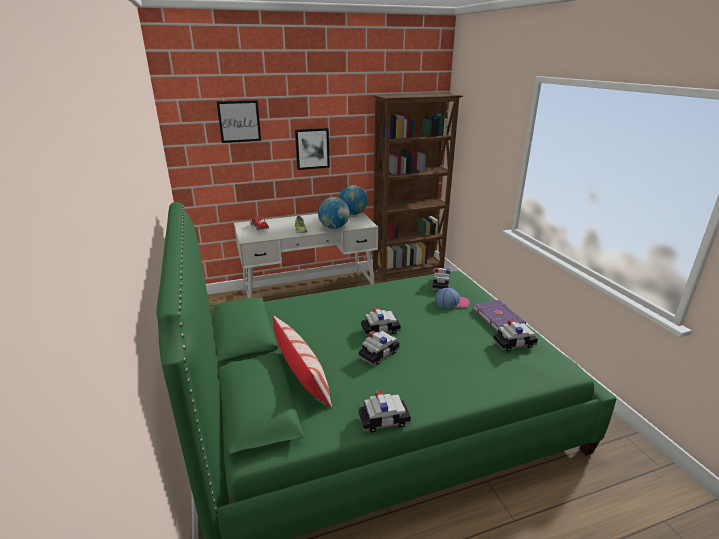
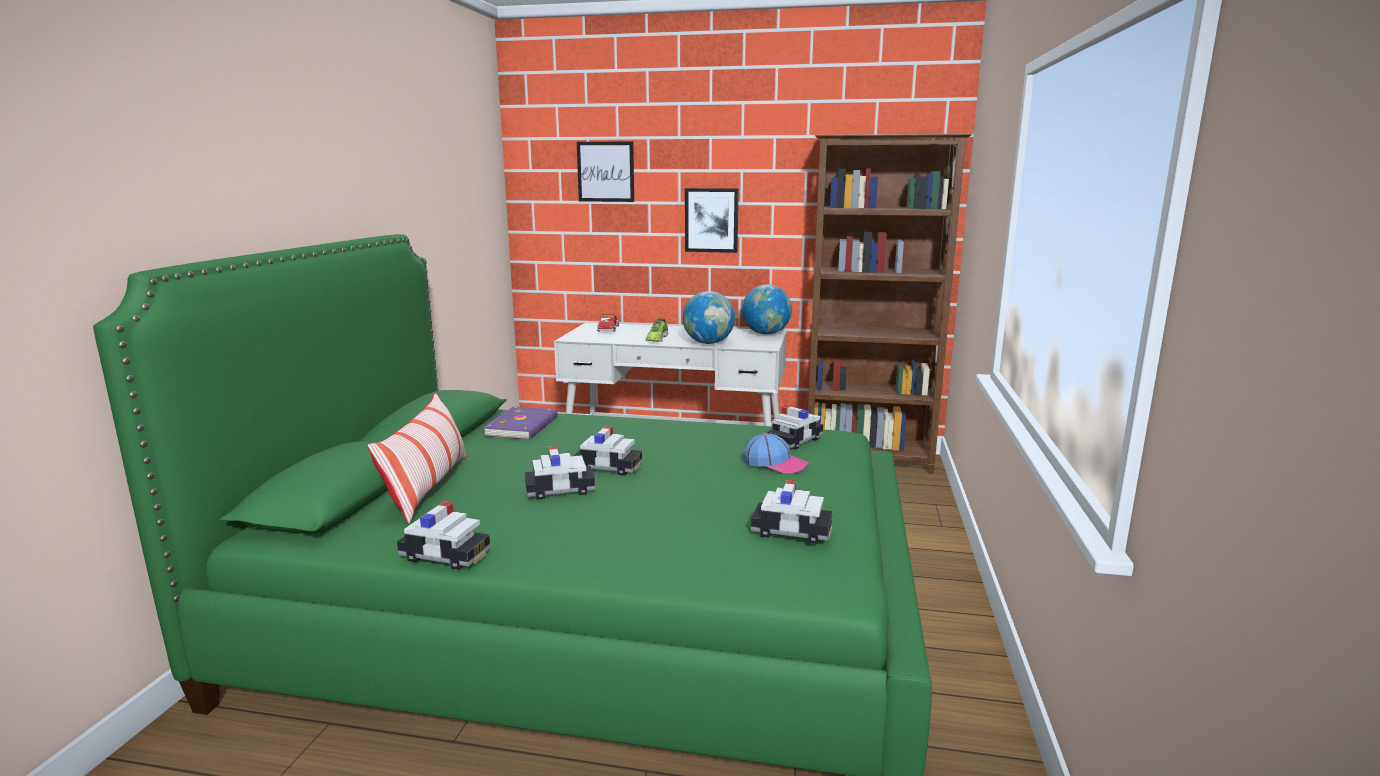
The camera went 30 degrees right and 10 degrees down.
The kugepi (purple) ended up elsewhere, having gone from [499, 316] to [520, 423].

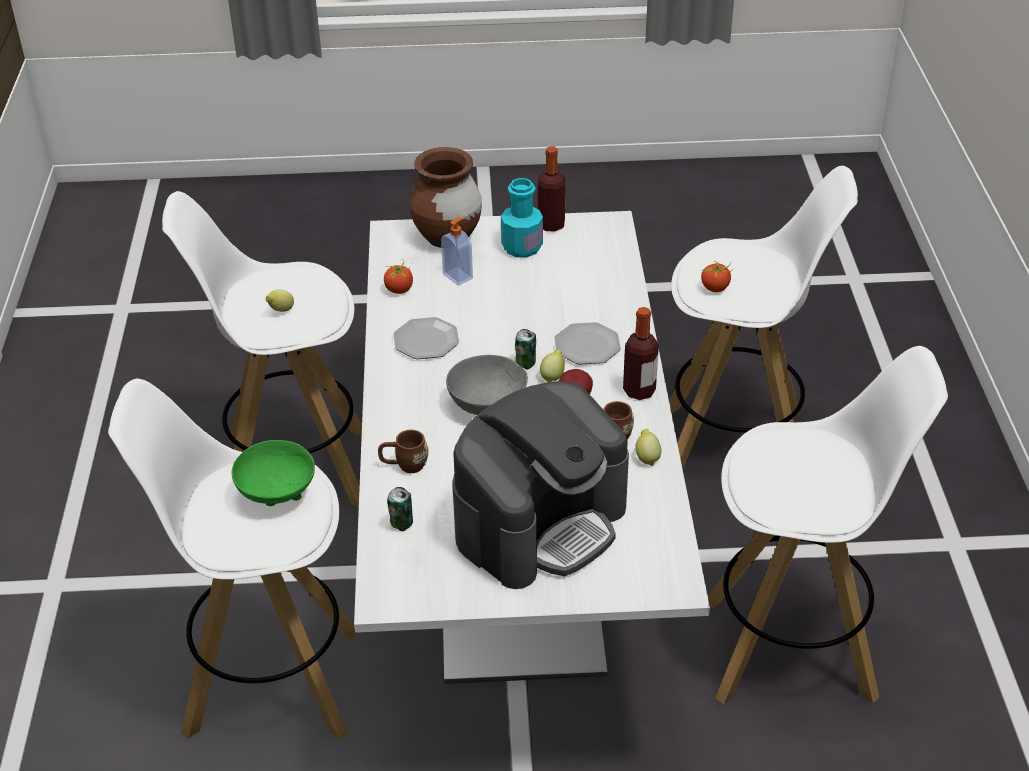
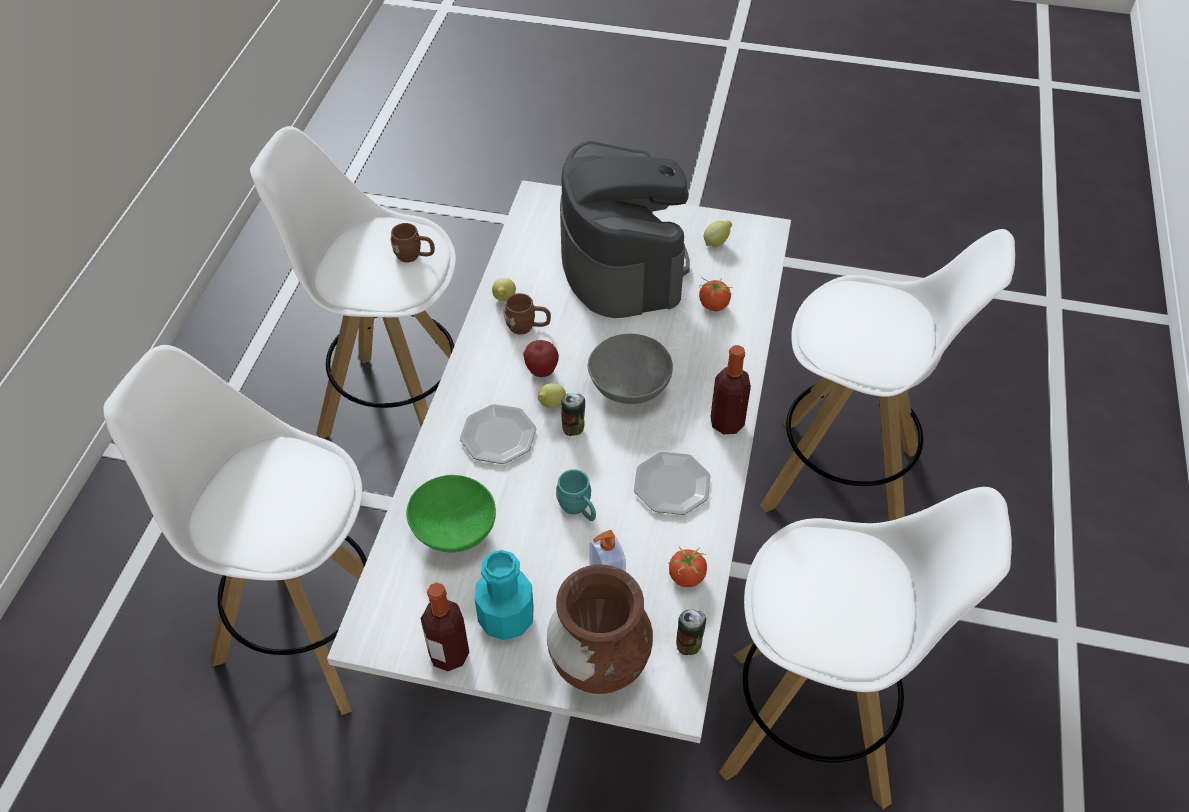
The camera went 165 degrees left and 10 degrees up.
The second view gained the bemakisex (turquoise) at [576, 495].
The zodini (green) ended up elsewhere, having gone from [273, 473] to [451, 513].
The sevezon ended up elsewhere, having gone from [279, 300] to [718, 234].
The bemakisex (brown) ended up elsewhere, having gone from [403, 451] to [413, 242].
The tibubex ended up elsewhere, having gone from [400, 509] to [691, 632].
The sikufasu ended up elsewhere, having gone from [641, 353] to [731, 389].
The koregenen ended up elsewhere, having gone from [717, 276] to [715, 294].
The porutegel at [540, 485] ended up facing another way, 105 degrees clockwise from before.

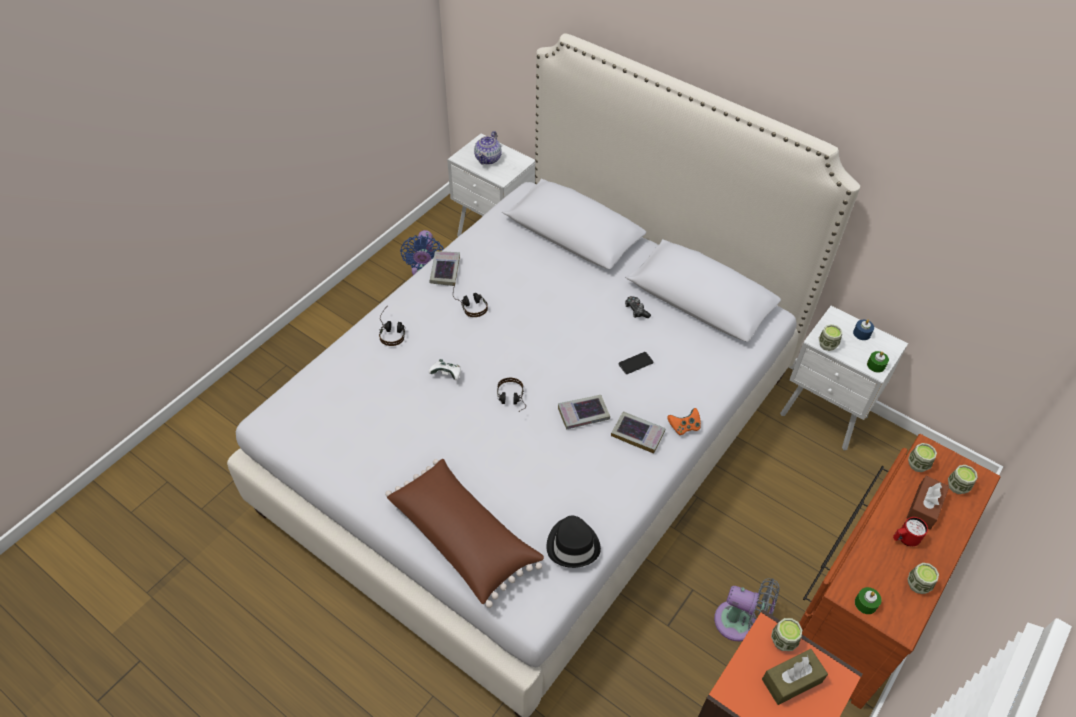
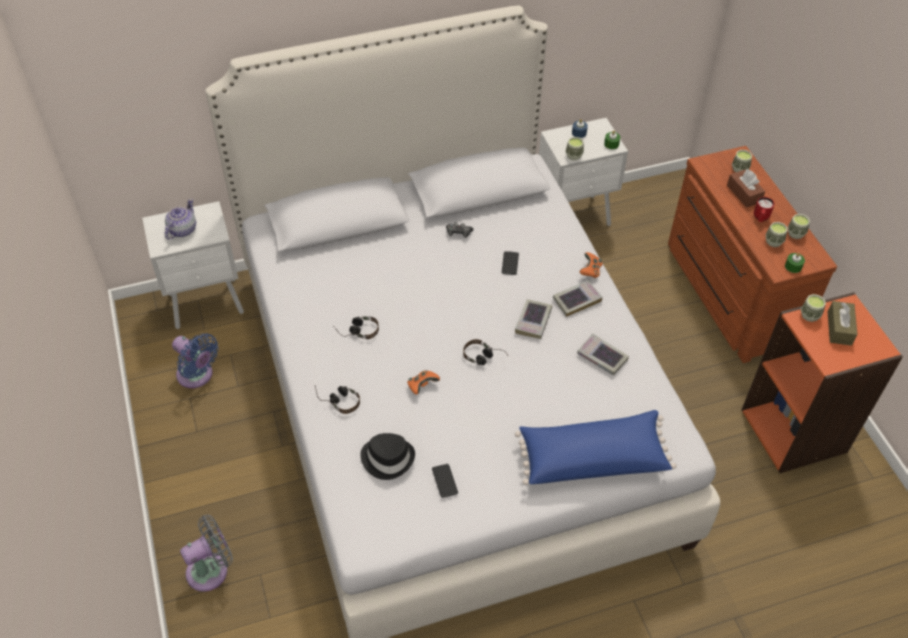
The camera went 55 degrees left and 0 degrees up.
The second view gained the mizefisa at [445, 481].
The kugepi ended up elsewhere, having gone from [445, 268] to [603, 354].
The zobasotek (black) ended up elsewhere, having gone from [574, 541] to [387, 456].
The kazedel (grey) ended up elsewhere, having gone from [747, 609] to [206, 553].
The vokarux ended up elsewhere, having gone from [922, 457] to [776, 234].
What was the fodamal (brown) at [464, 533] turned into the fodamal (blue) at [595, 447].
What was the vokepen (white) at [445, 369] turned into the vokepen (orange) at [423, 382].
The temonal at [488, 148] ended up facing another way, 120 degrees counterclockwise from before.

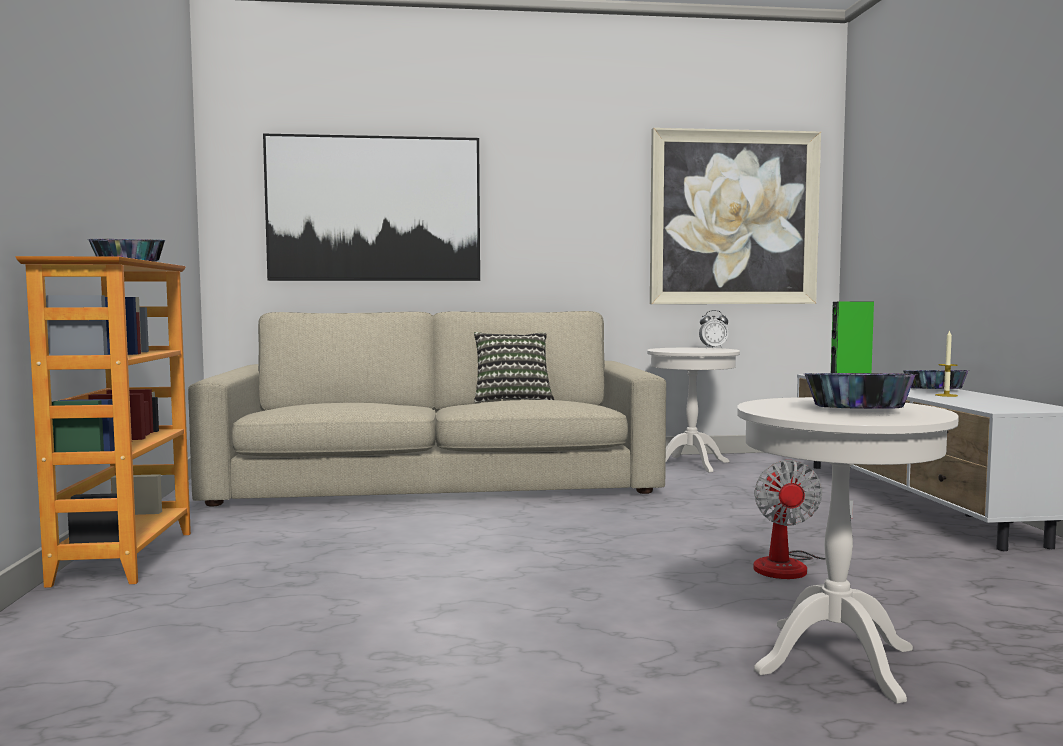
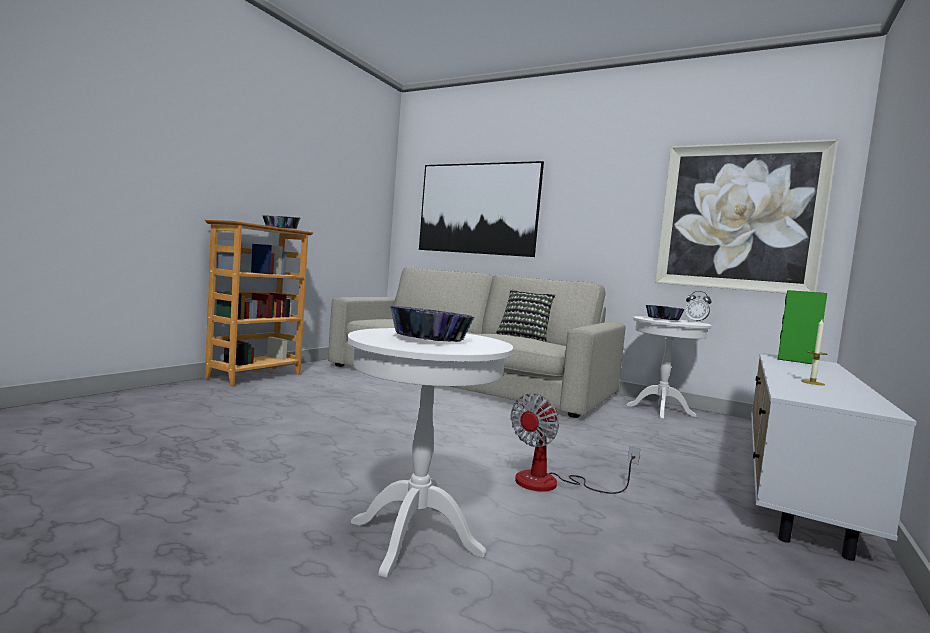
The camera went 35 degrees right and 0 degrees up.
The zodini ended up elsewhere, having gone from [936, 379] to [665, 312].

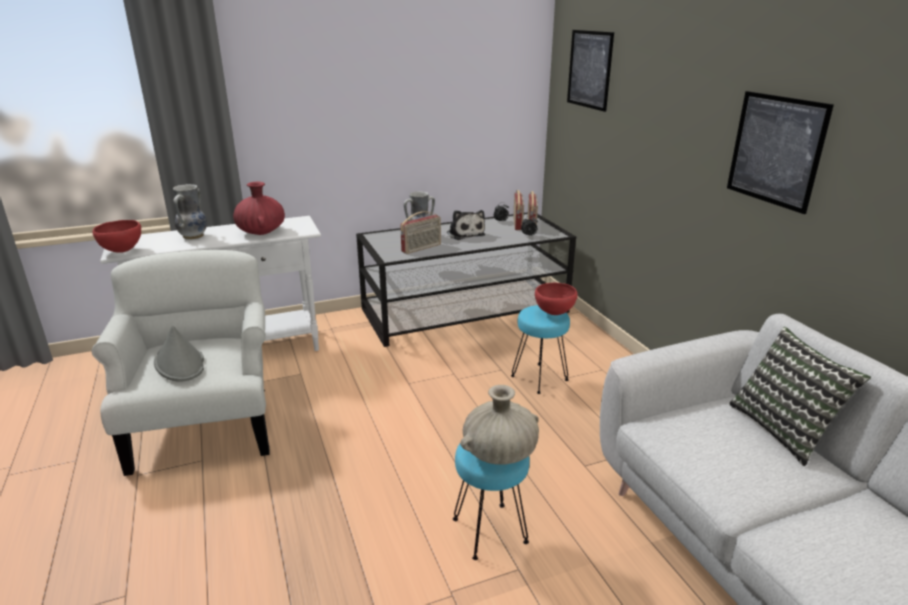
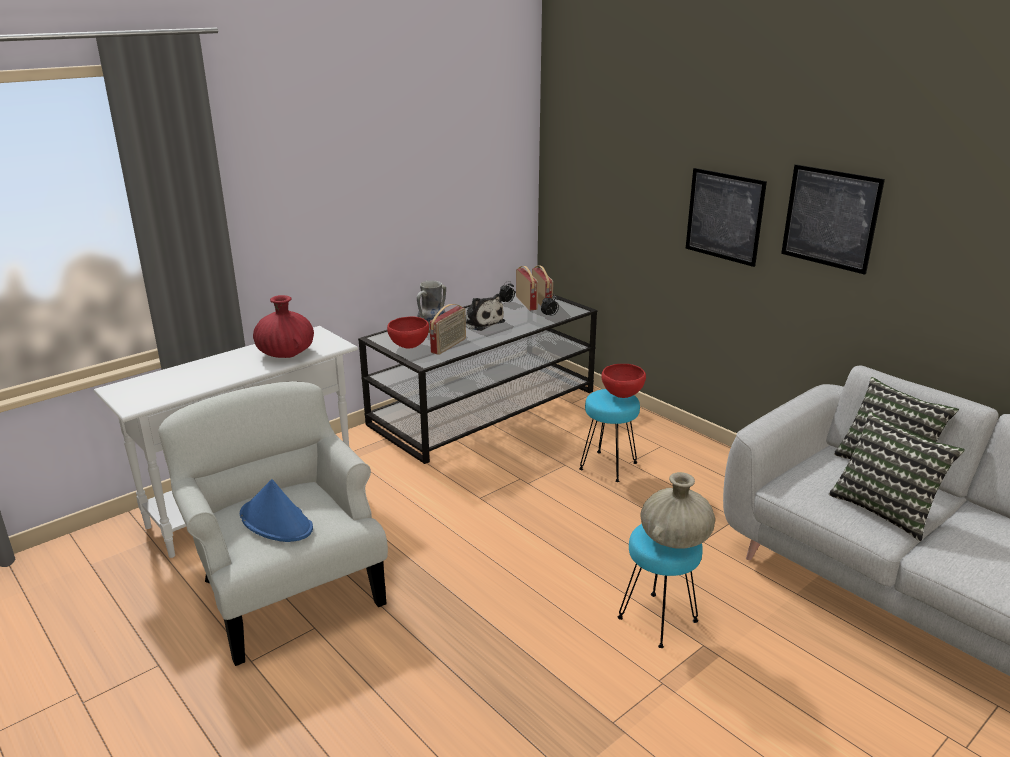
The camera went 20 degrees left and 0 degrees up.
The second view lost the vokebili at [190, 211].
The second view gained the fodamal at [897, 476].
The zodini (red) ended up elsewhere, having gone from [116, 236] to [408, 332].
The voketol ended up elsewhere, having gone from [590, 71] to [726, 217].
What was the zobasotek (grey) at [179, 354] turned into the zobasotek (blue) at [276, 510].

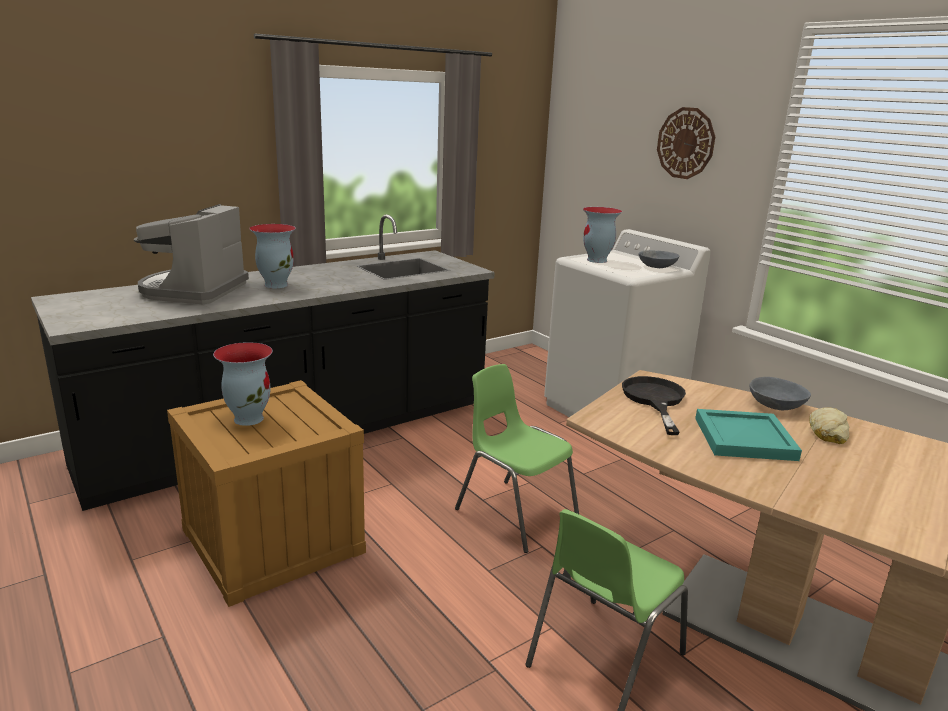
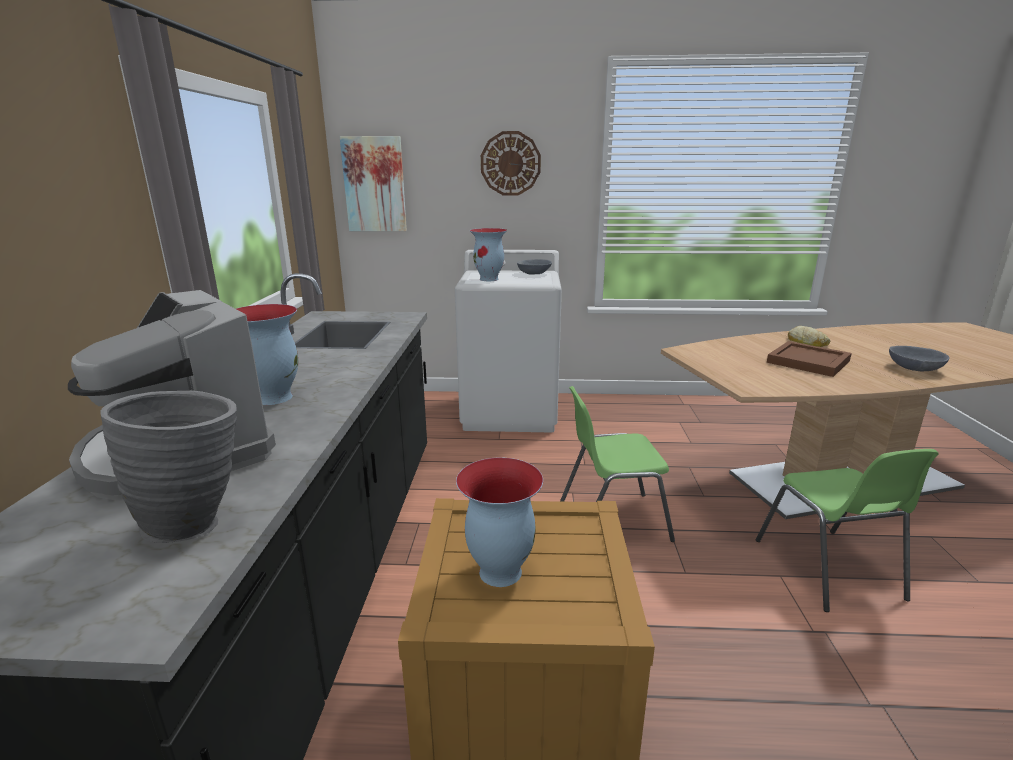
The camera went 50 degrees left and 0 degrees up.
The second view lost the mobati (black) at [654, 405].
The second view gained the vokebili (grey) at [169, 467].
The second view gained the voketol at [373, 183].
The zodini (grey) ended up elsewhere, having gone from [780, 393] to [919, 358].
What was the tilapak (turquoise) at [748, 435] turned into the tilapak (brown) at [809, 359].

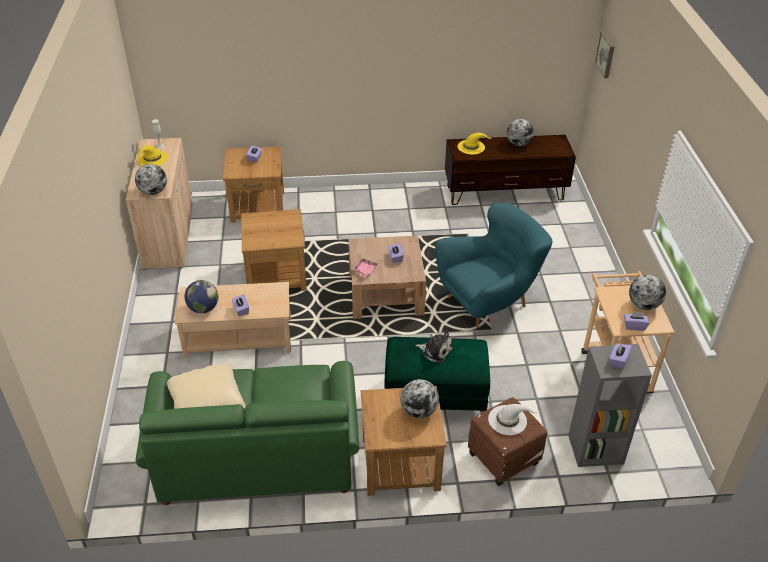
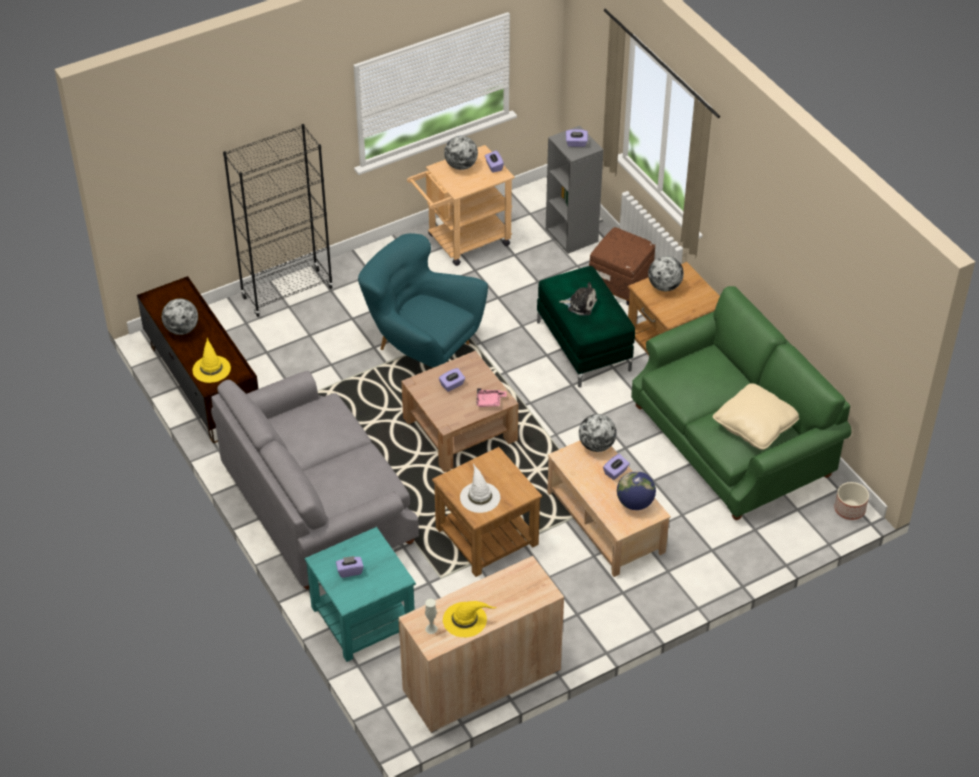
The camera went 115 degrees left and 5 degrees up.
The second view lost the voketol at [604, 54].
The second view gained the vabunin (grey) at [315, 480].
The second view gained the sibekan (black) at [278, 220].
The second view gained the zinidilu at [851, 501].
The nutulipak ended up elsewhere, having gone from [151, 179] to [598, 433].
The zobasotek (white) ended up elsewhere, having gone from [512, 419] to [480, 488].
What was the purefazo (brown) at [253, 184] turned into the purefazo (turquoise) at [360, 594].
The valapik at [434, 346] ended up facing another way, 105 degrees clockwise from before.

